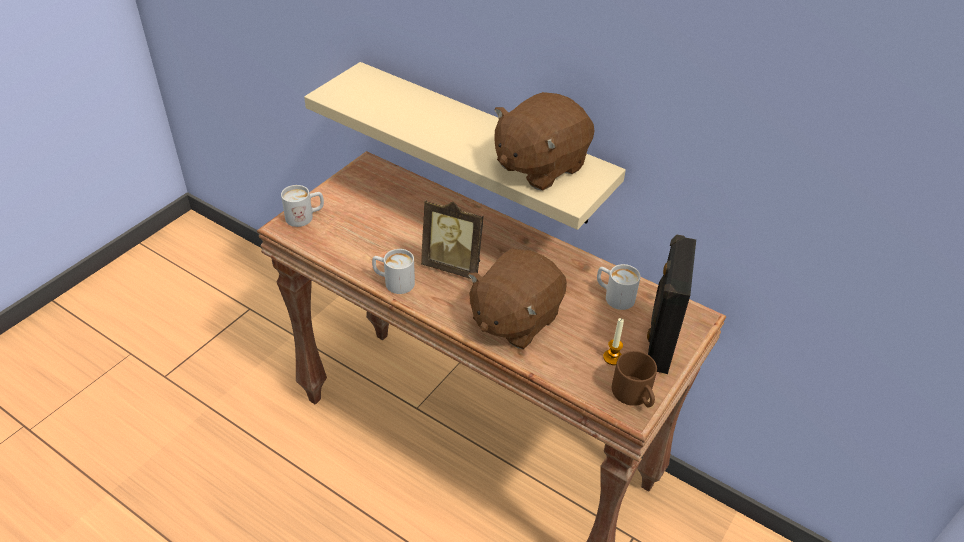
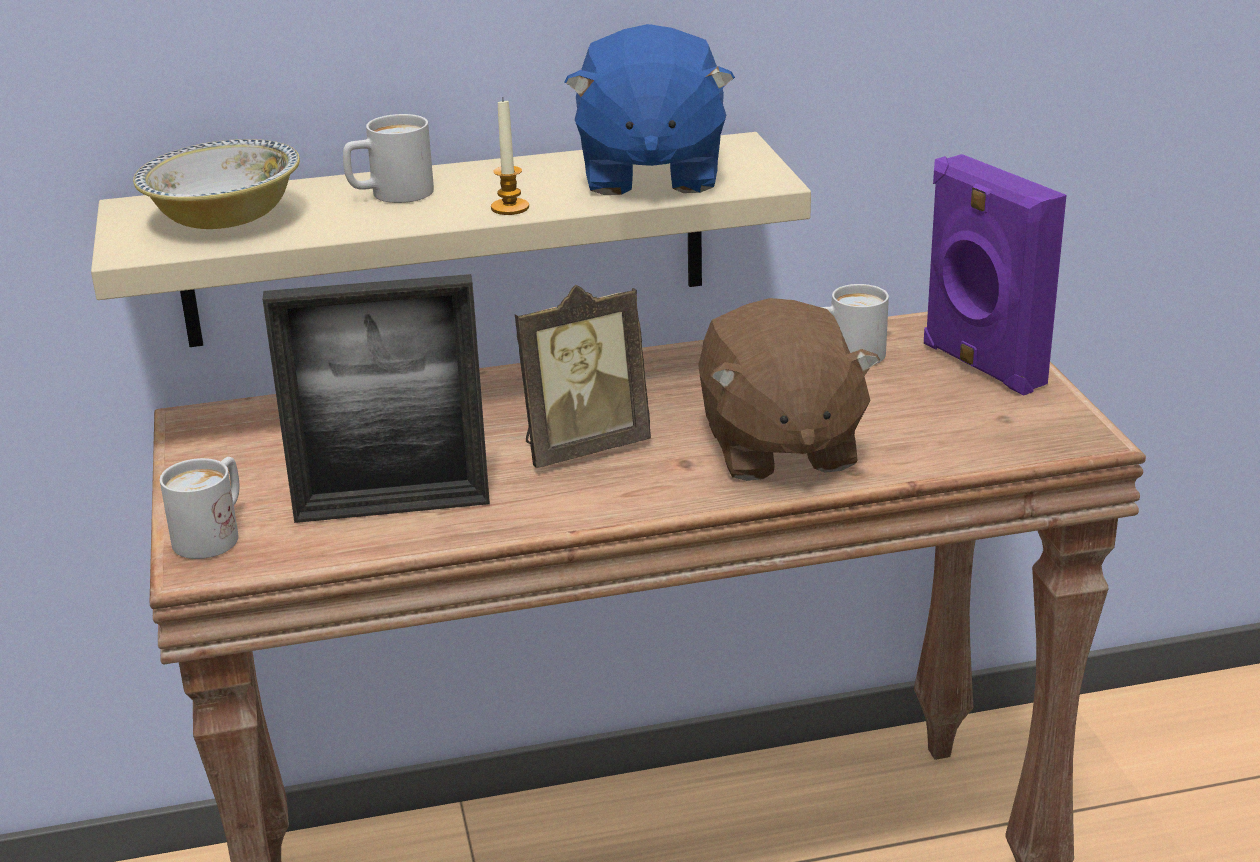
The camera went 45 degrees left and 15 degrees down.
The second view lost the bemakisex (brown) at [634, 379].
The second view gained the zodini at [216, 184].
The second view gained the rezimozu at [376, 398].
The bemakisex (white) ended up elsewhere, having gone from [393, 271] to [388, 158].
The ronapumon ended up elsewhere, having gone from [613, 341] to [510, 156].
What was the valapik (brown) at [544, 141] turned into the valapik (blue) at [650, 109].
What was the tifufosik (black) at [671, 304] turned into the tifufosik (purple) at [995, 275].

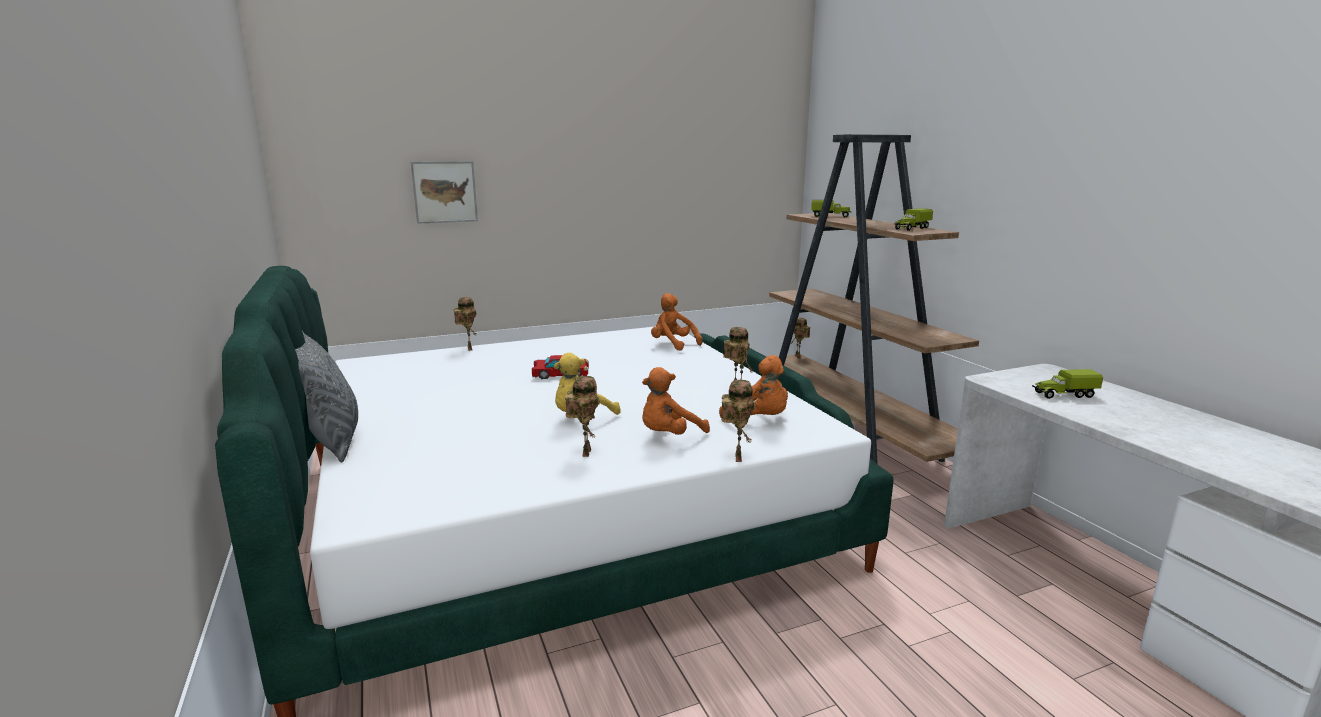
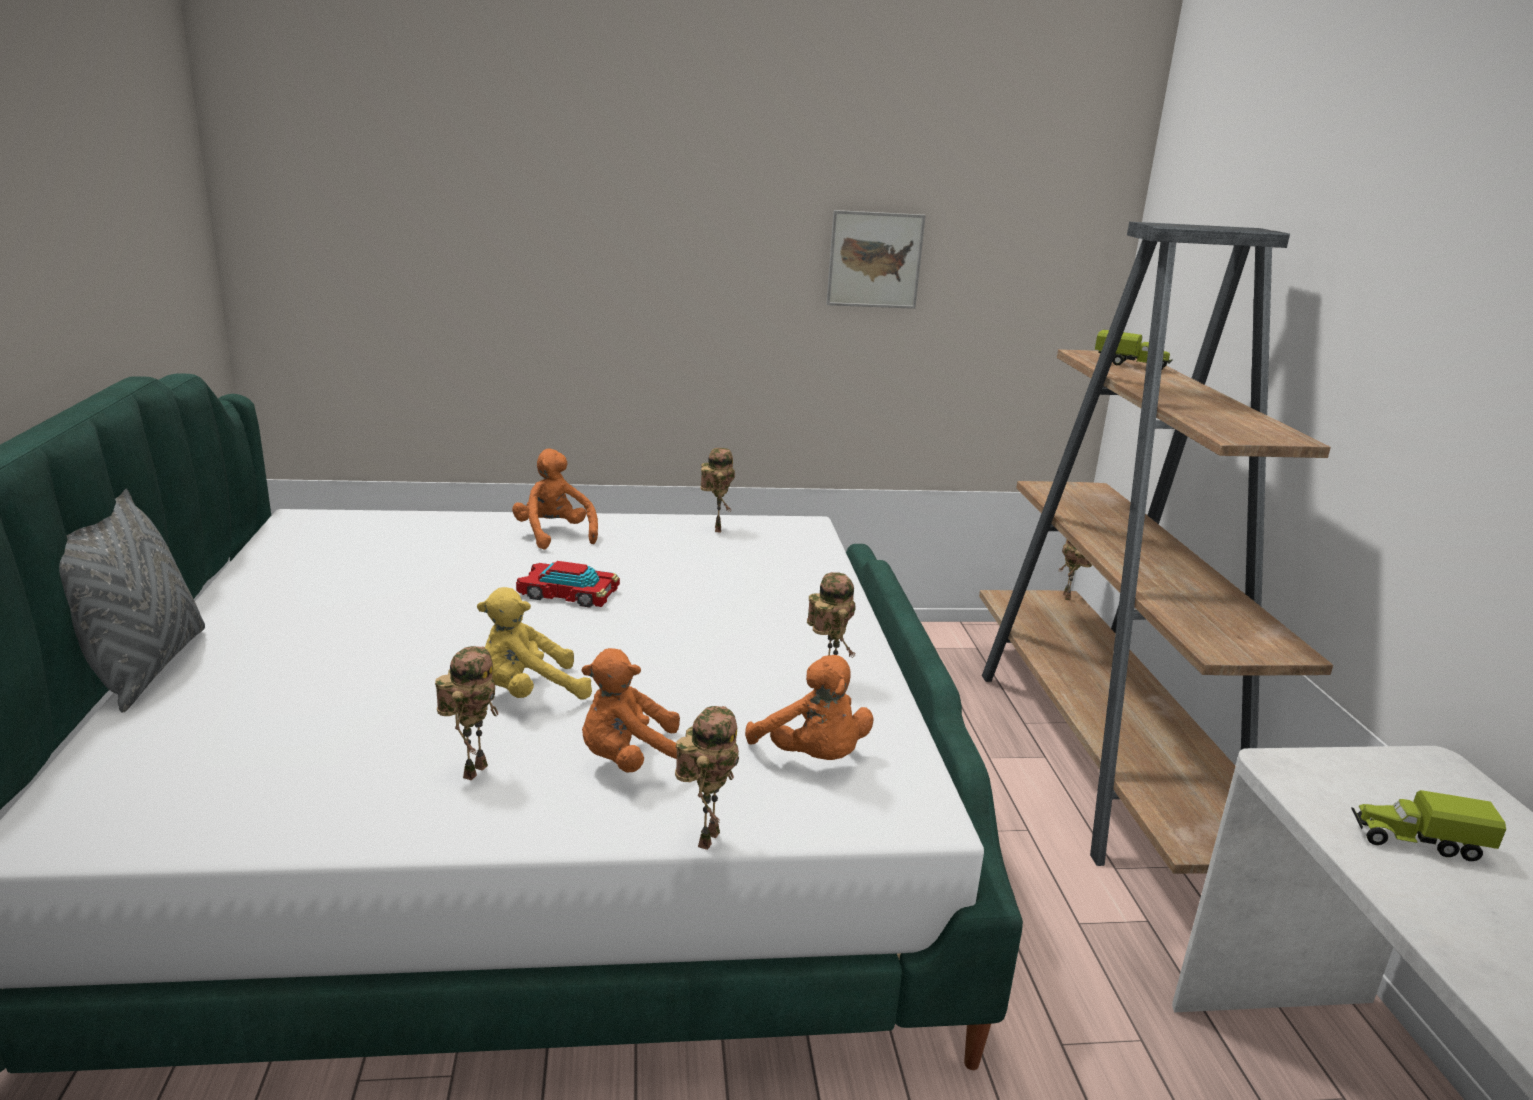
The camera went 15 degrees right and 5 degrees up.
The second view lost the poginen at [913, 219].
The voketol ended up elsewhere, having gone from [444, 192] to [876, 259].
The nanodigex ended up elsewhere, having gone from [465, 324] to [717, 490].
The valapik (orange) ended up elsewhere, having gone from [677, 322] to [555, 499].

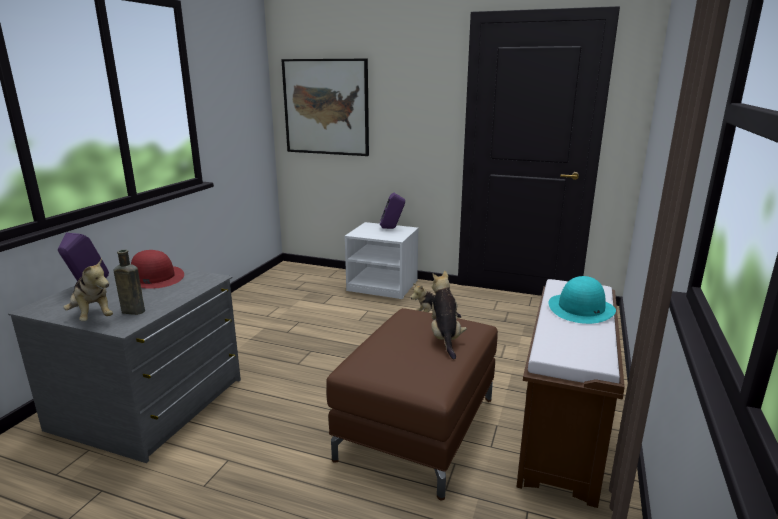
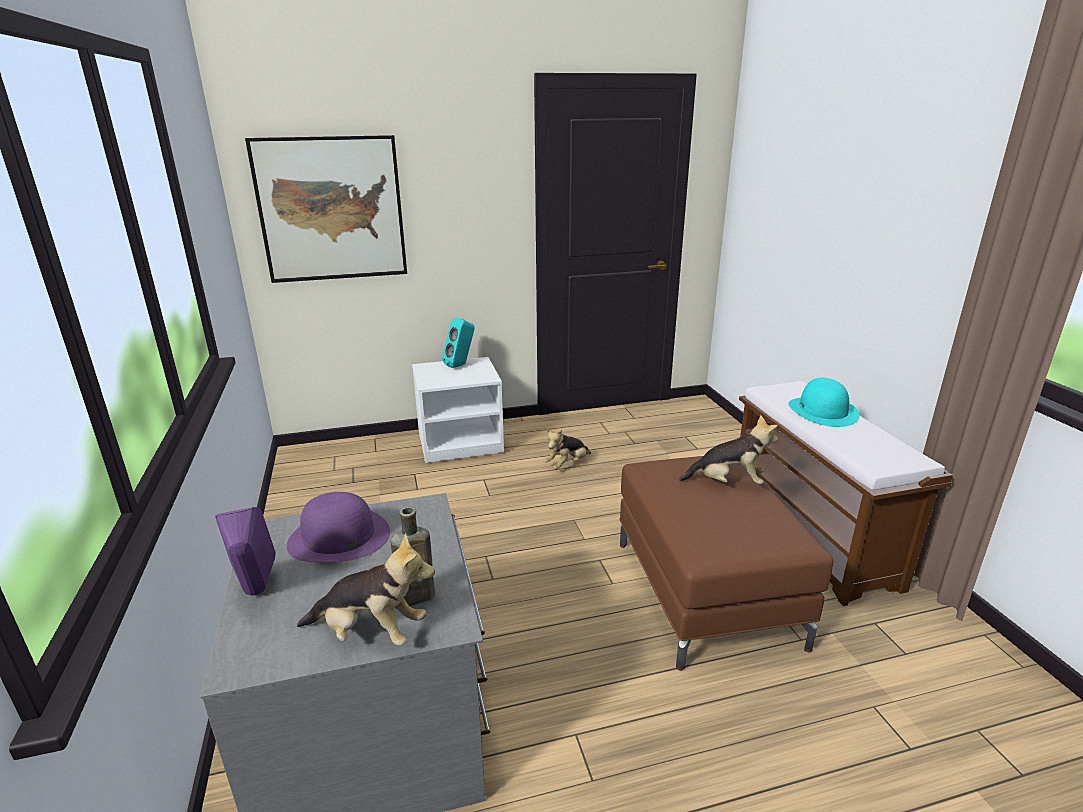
The camera went 35 degrees left and 5 degrees up.
What was the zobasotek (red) at [157, 269] turned into the zobasotek (purple) at [338, 527].
What was the tifufosik (purple) at [392, 211] turned into the tifufosik (turquoise) at [458, 343].
The valapik at [449, 315] ended up facing another way, 135 degrees clockwise from before.

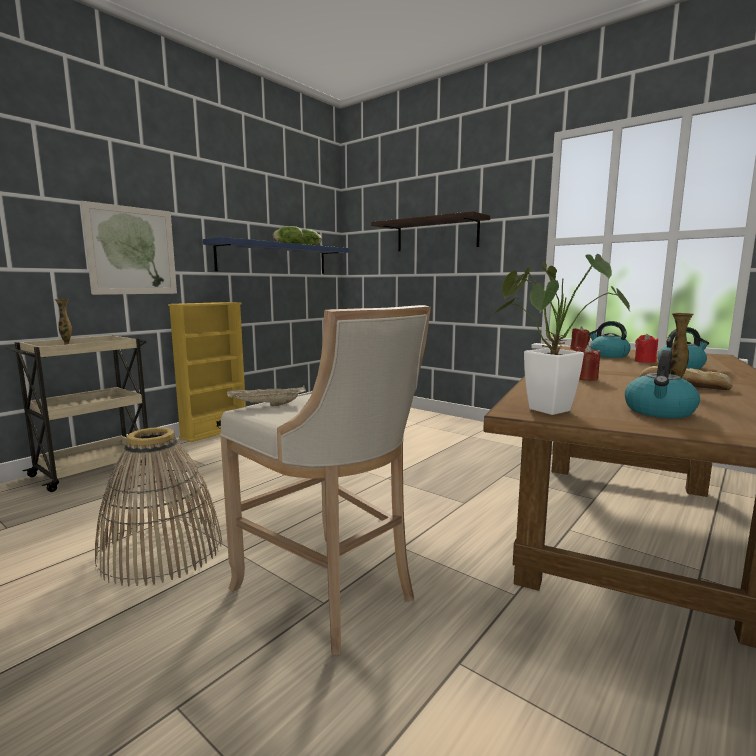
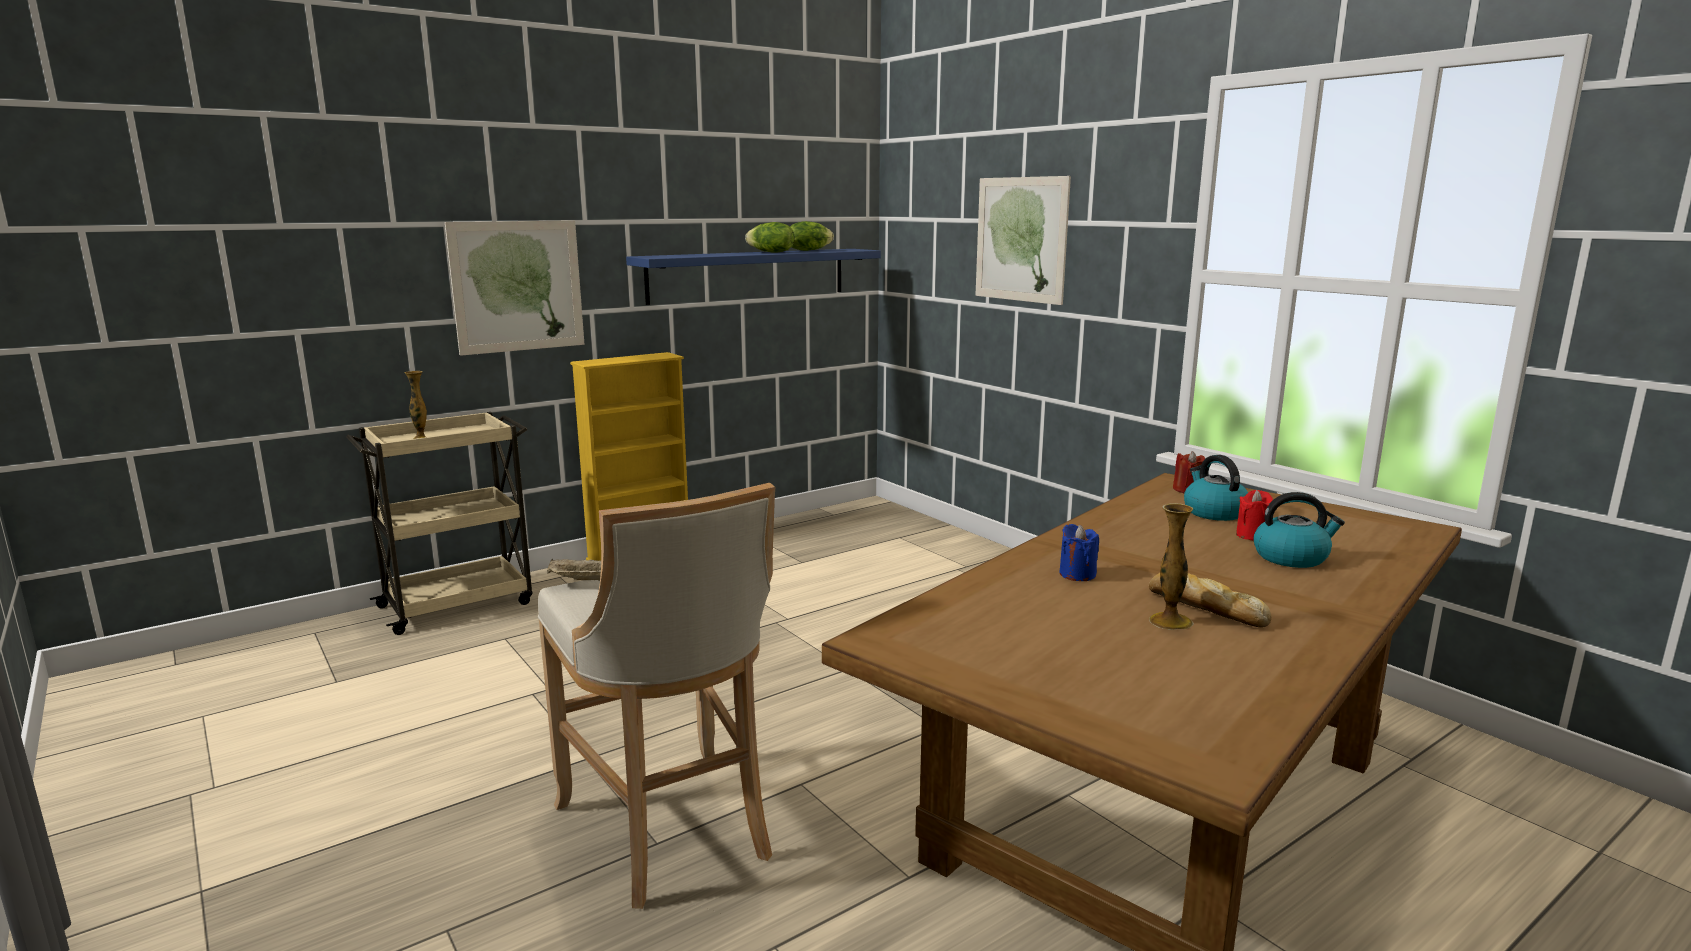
The camera went 15 degrees right and 5 degrees up.
The second view lost the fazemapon at [158, 507].
The second view lost the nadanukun at [561, 334].
The second view lost the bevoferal at [662, 384].
Where the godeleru hung at [430, 231], the voketol came to hang at [1023, 240].
What was the ronapumon (red) at [588, 363] turned into the ronapumon (blue) at [1079, 552].

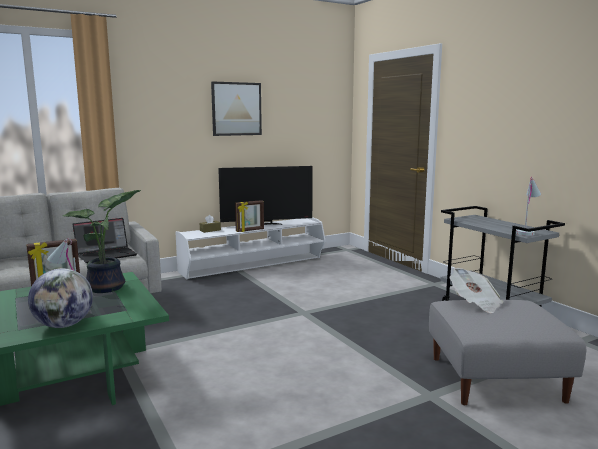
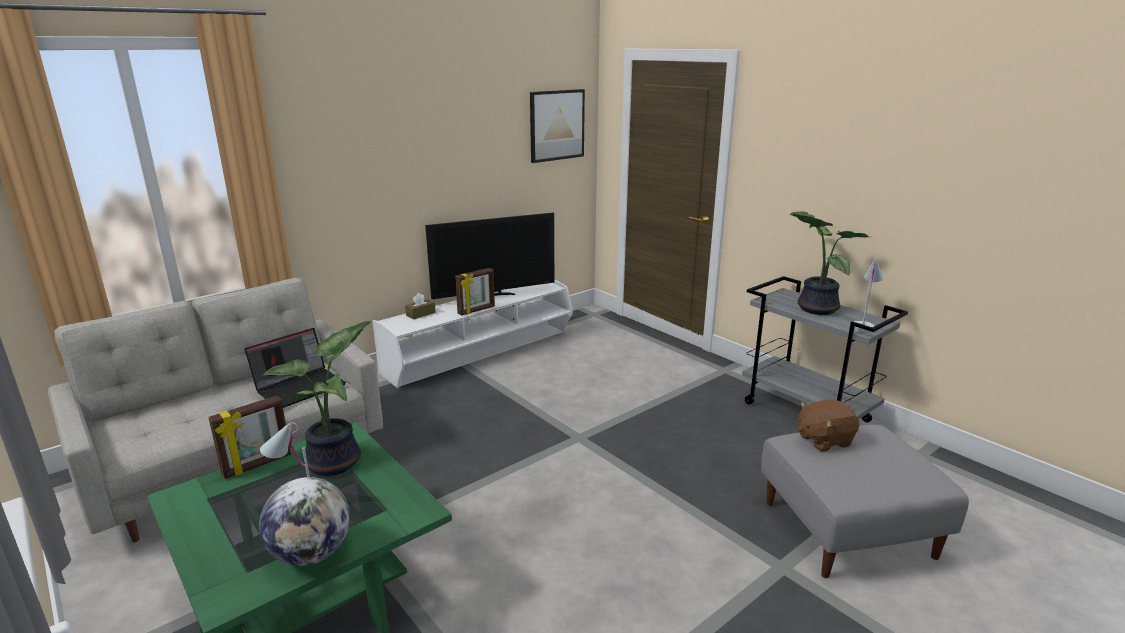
The camera went 10 degrees left and 10 degrees up.
The second view gained the nadanukun at [829, 263].
The voketol ended up elsewhere, having gone from [236, 108] to [557, 126].
Where the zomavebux stood at [476, 290], the valapik (brown) came to stand at [828, 425].

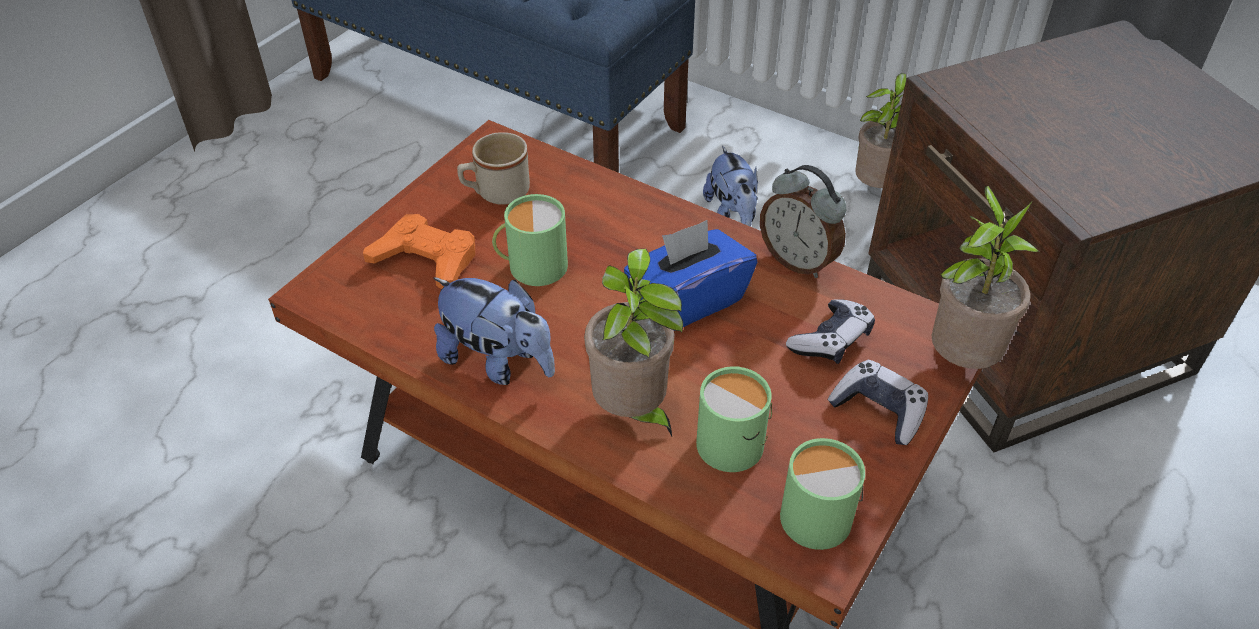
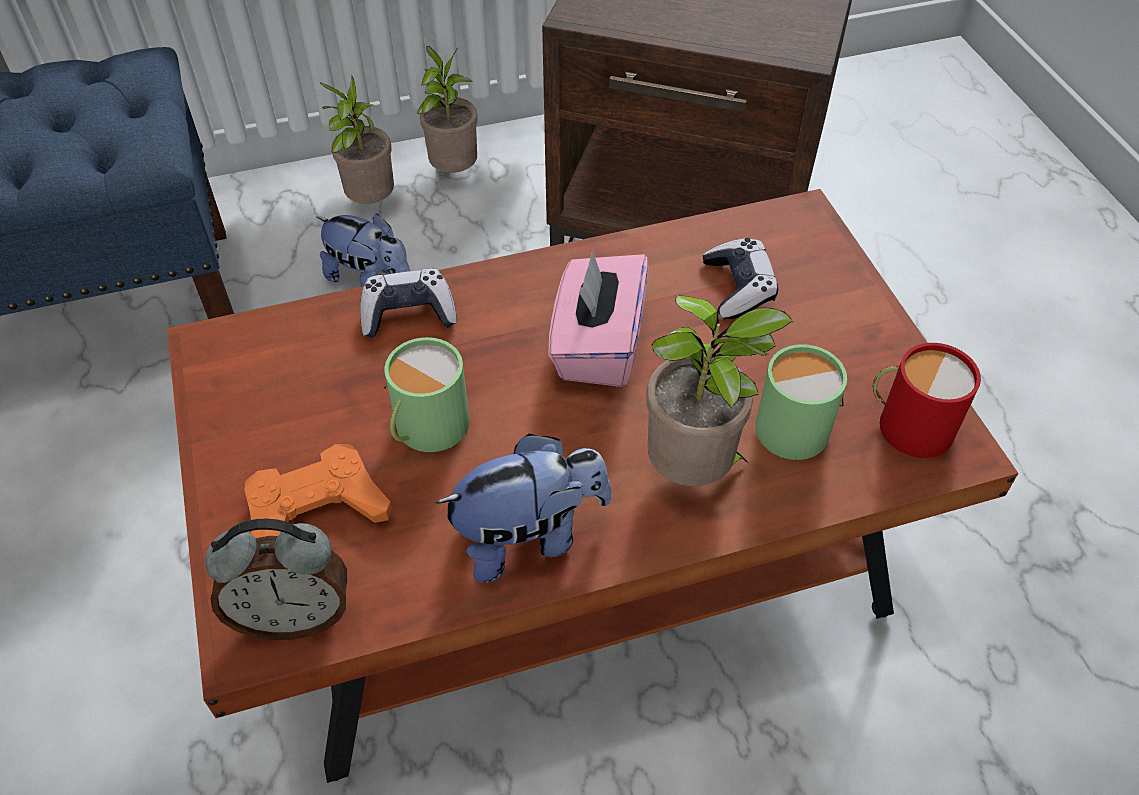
The camera went 50 degrees left and 5 degrees up.
The second view lost the bemakisex (beige) at [493, 168].
The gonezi ended up elsewhere, having gone from [803, 221] to [276, 579].
The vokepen ended up elsewhere, having gone from [878, 402] to [408, 303].
The nadanukun ended up elsewhere, having gone from [985, 277] to [357, 140].
What was the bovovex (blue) at [690, 275] turned into the bovovex (pink) at [598, 318].
What was the bemakisex (green) at [822, 494] turned into the bemakisex (red) at [927, 400].

